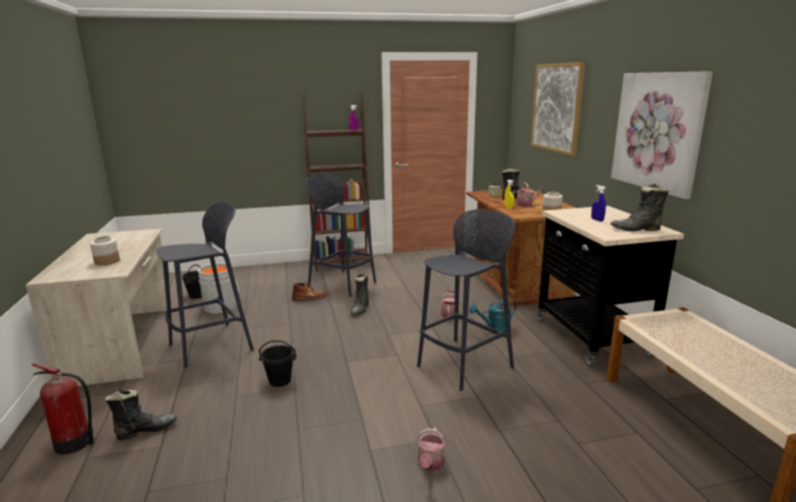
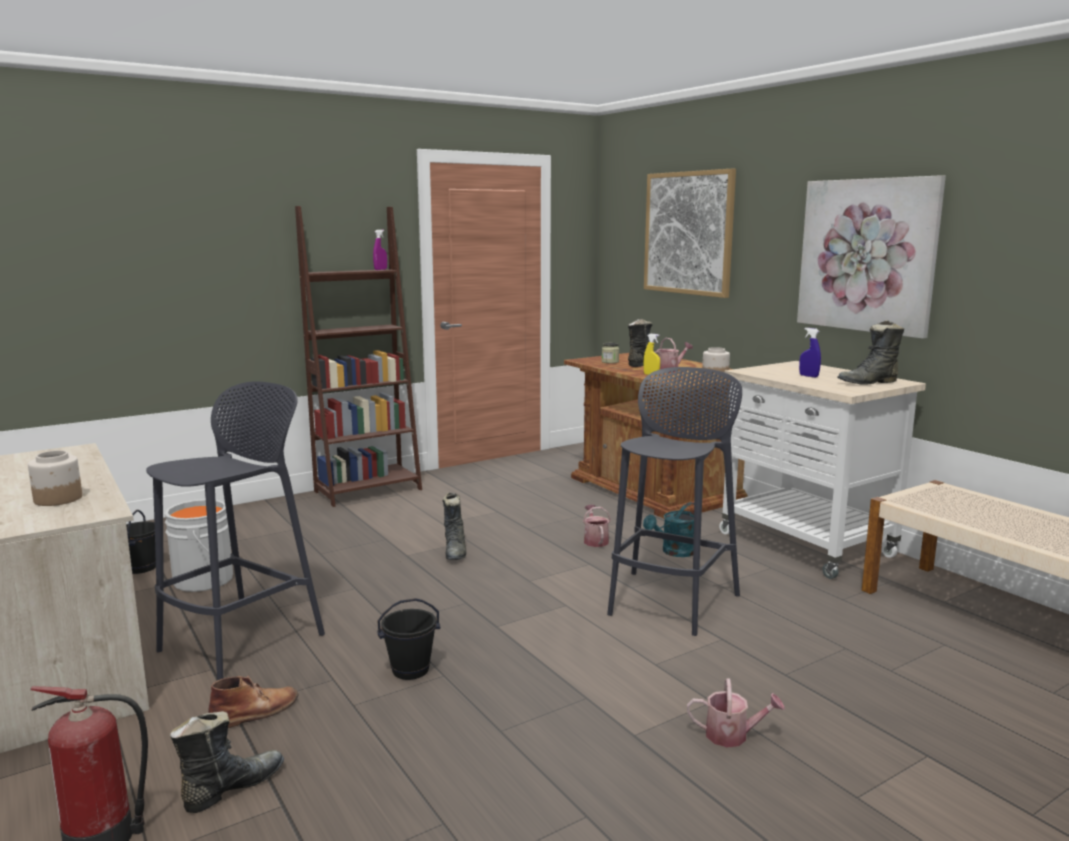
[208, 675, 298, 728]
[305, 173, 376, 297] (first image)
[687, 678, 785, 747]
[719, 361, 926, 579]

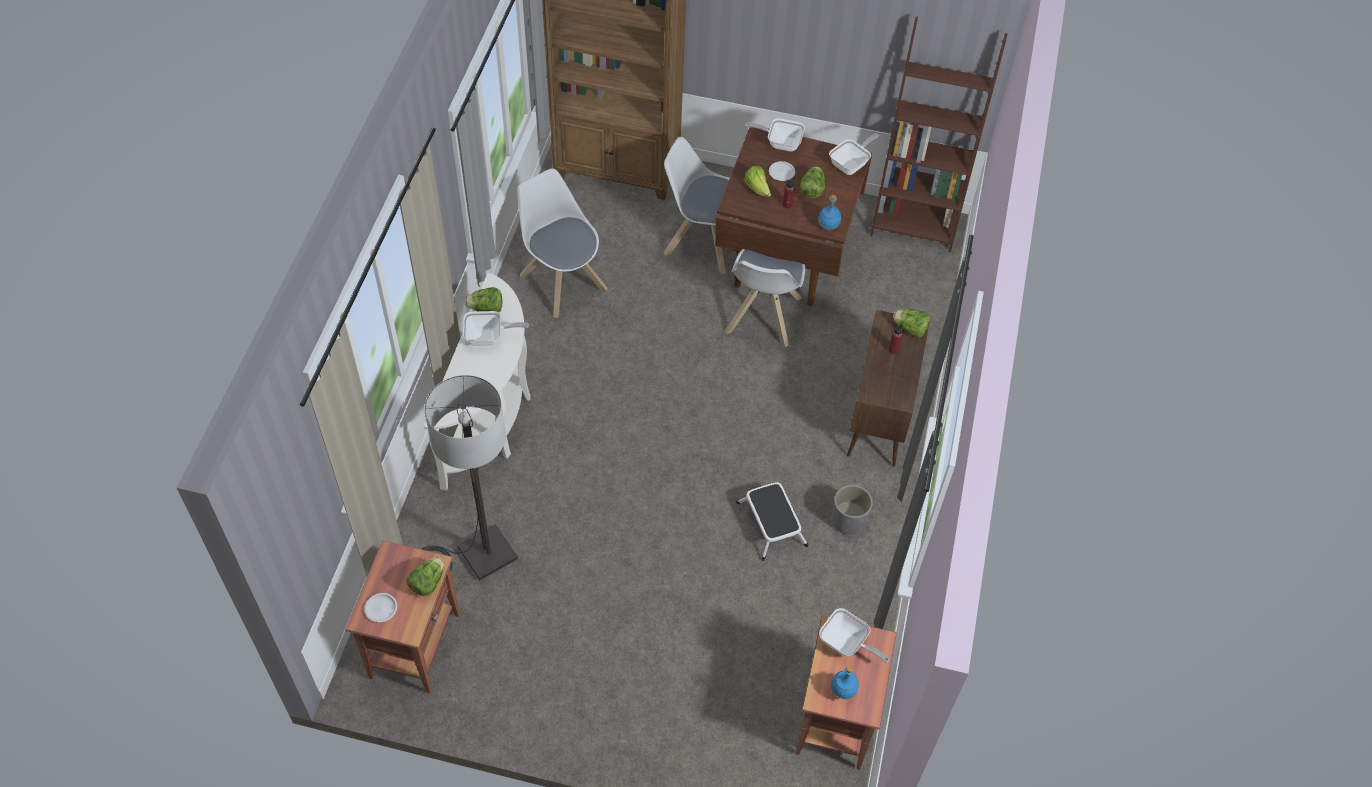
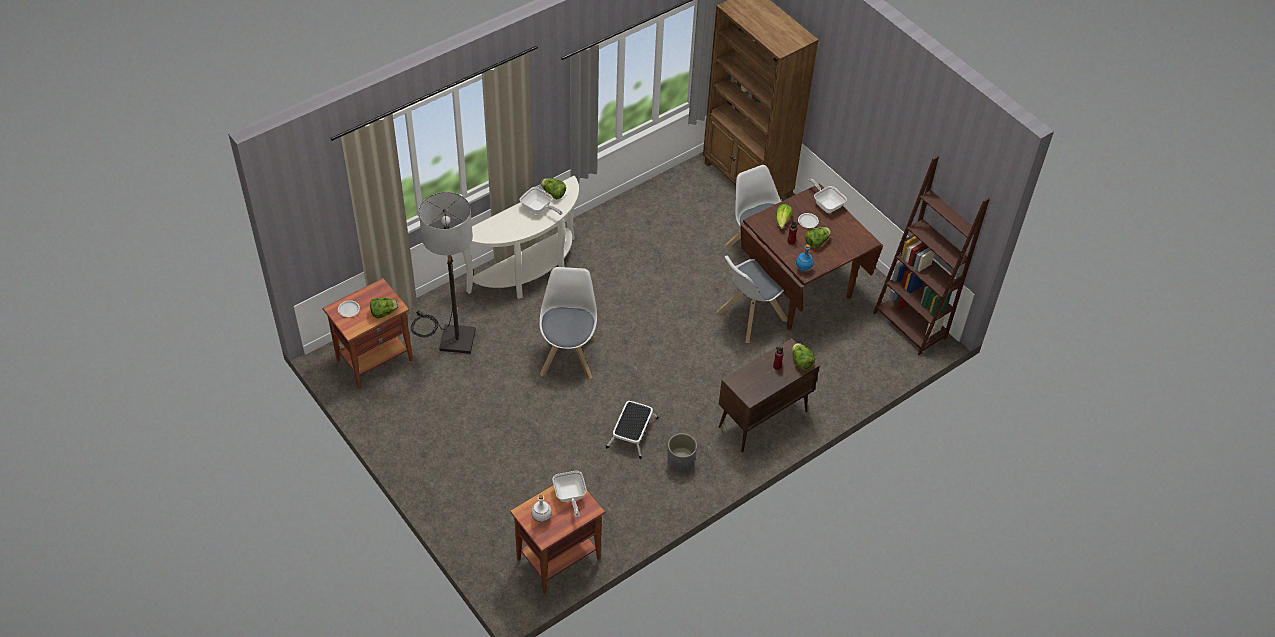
[539, 267, 597, 380]
[829, 133, 879, 175] (first image)
[531, 495, 552, 522]

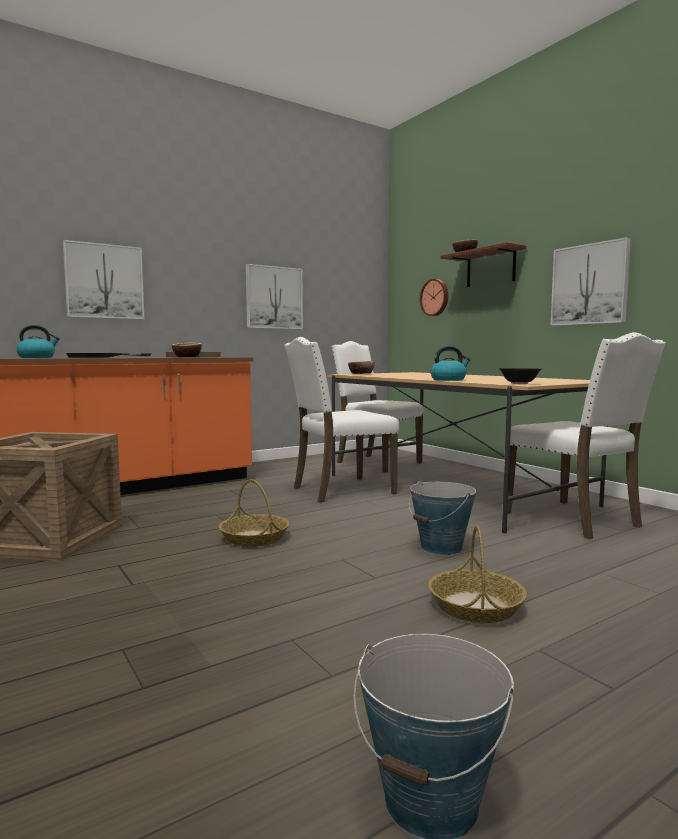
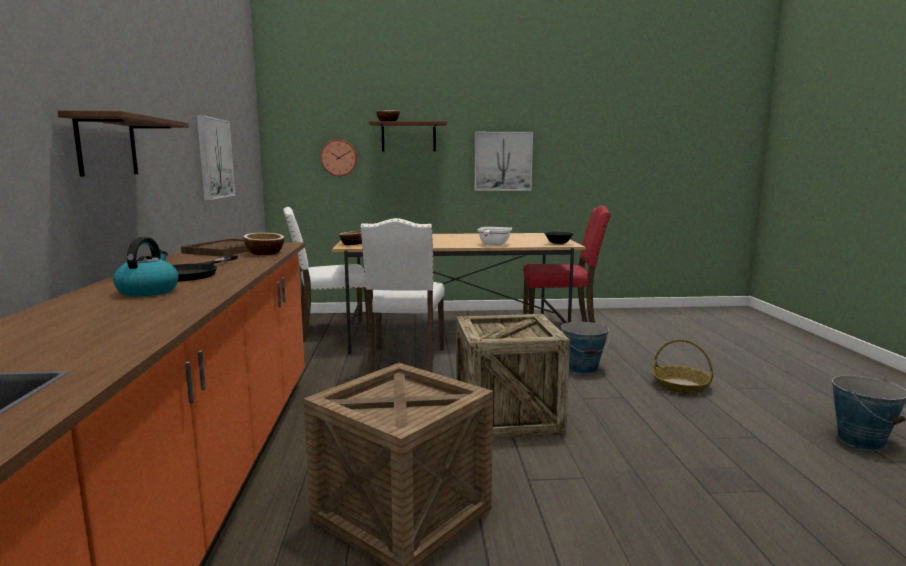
[58, 110, 189, 176]
[456, 314, 570, 438]
[477, 227, 512, 246]
[523, 205, 611, 323]

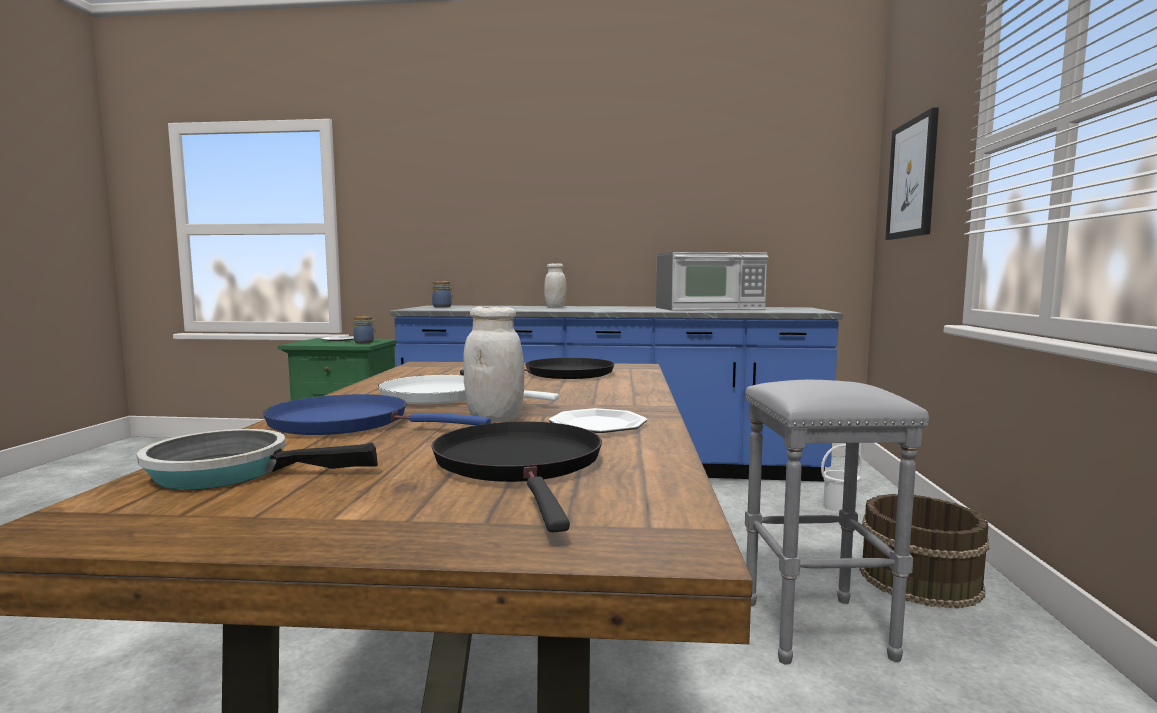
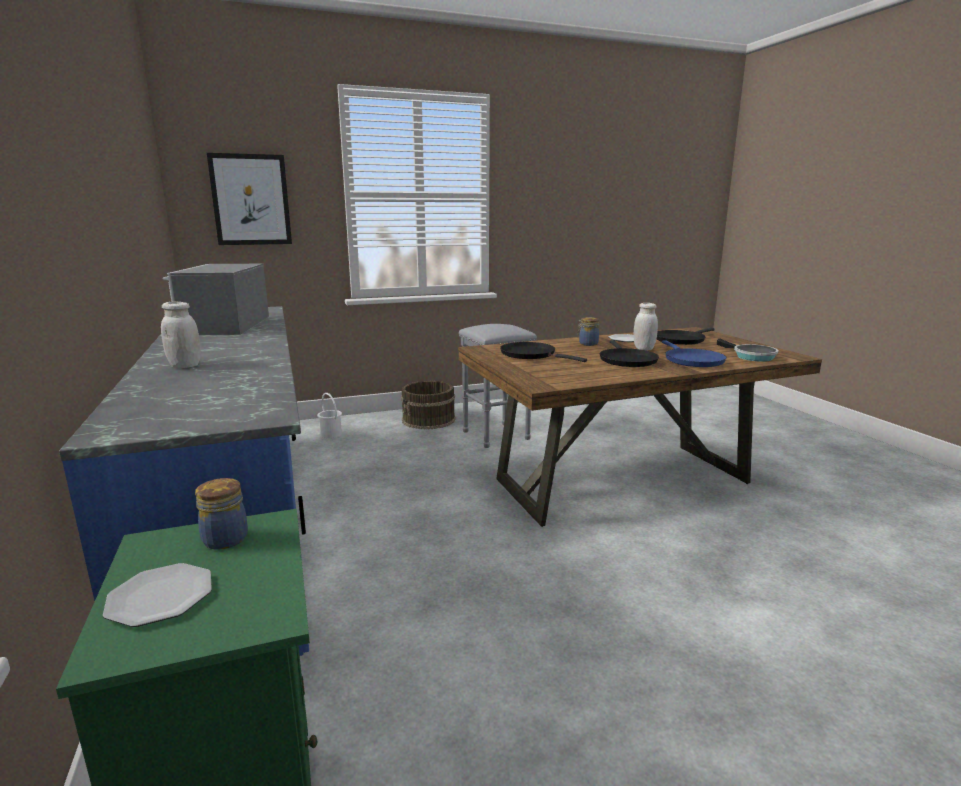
[600, 340, 659, 367]
[577, 317, 599, 346]
[162, 264, 269, 335]

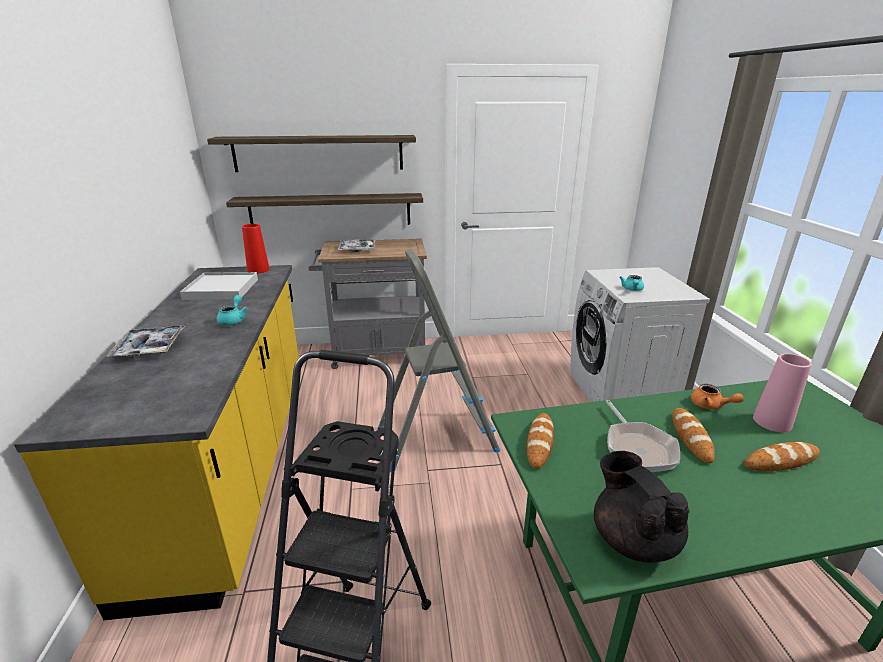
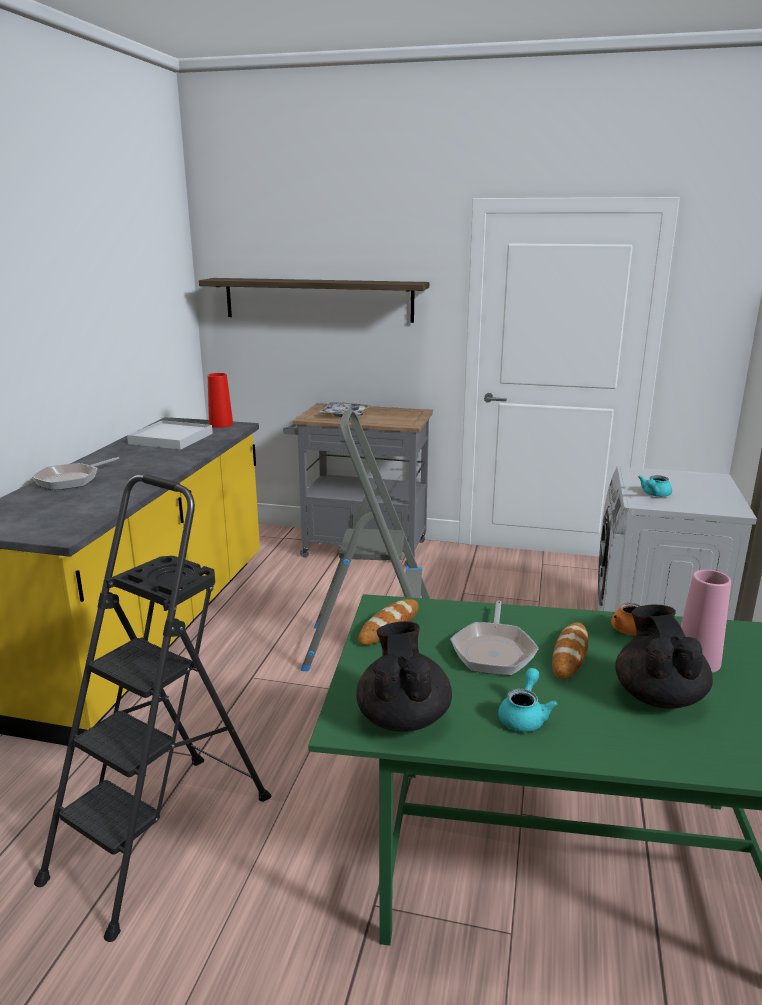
[32, 457, 120, 490]
[498, 668, 557, 732]
[226, 193, 423, 225] (first image)
[615, 604, 713, 709]

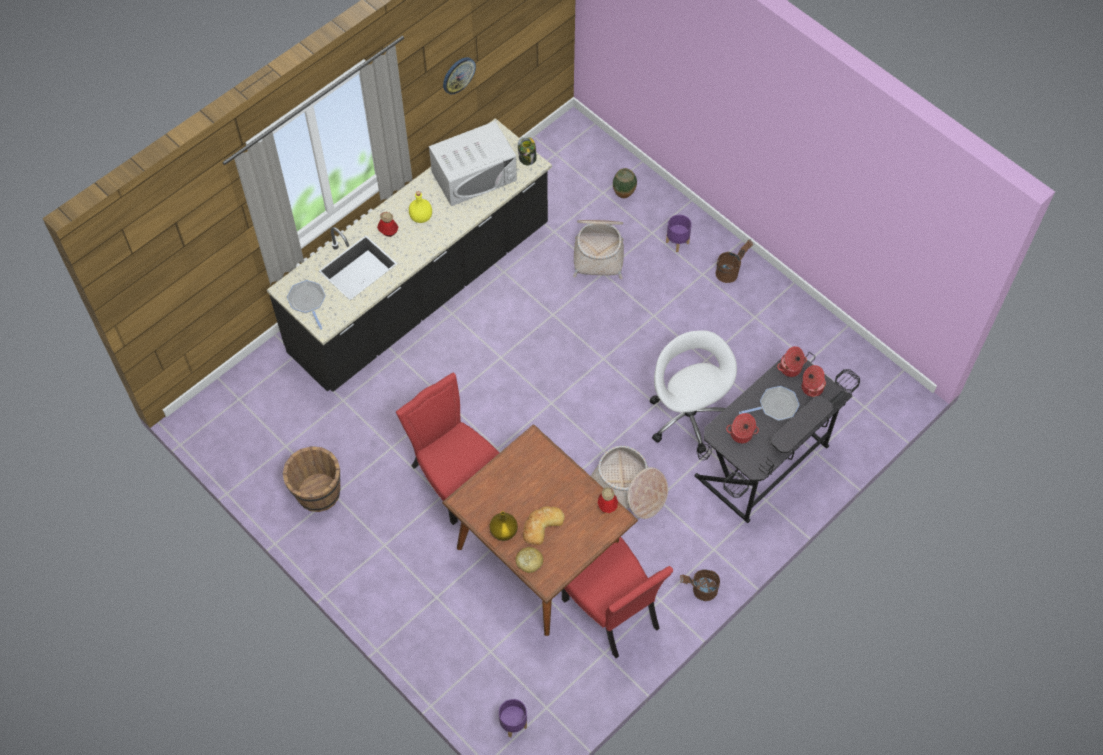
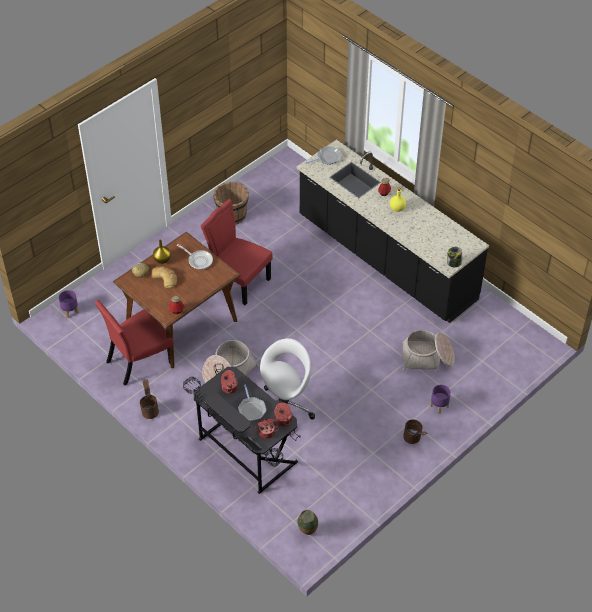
[201, 199, 273, 305]
[429, 121, 517, 206] (first image)
[443, 57, 476, 94] (first image)
[297, 510, 318, 535]
[177, 244, 213, 269]

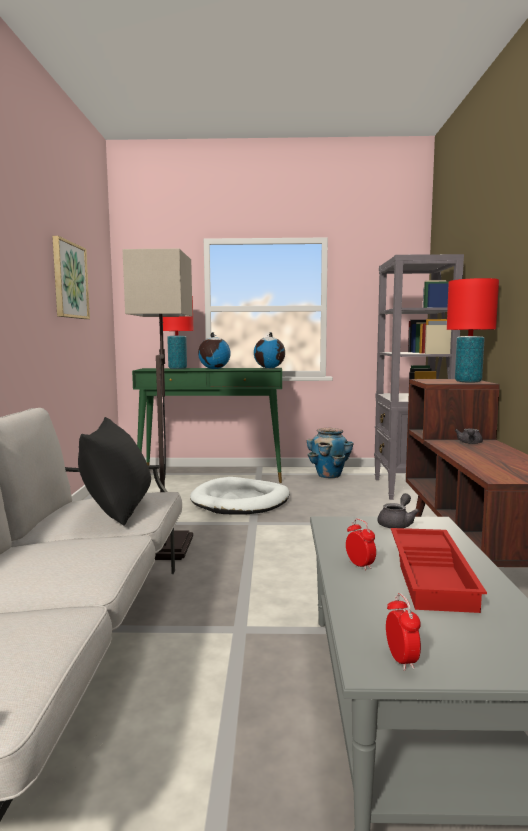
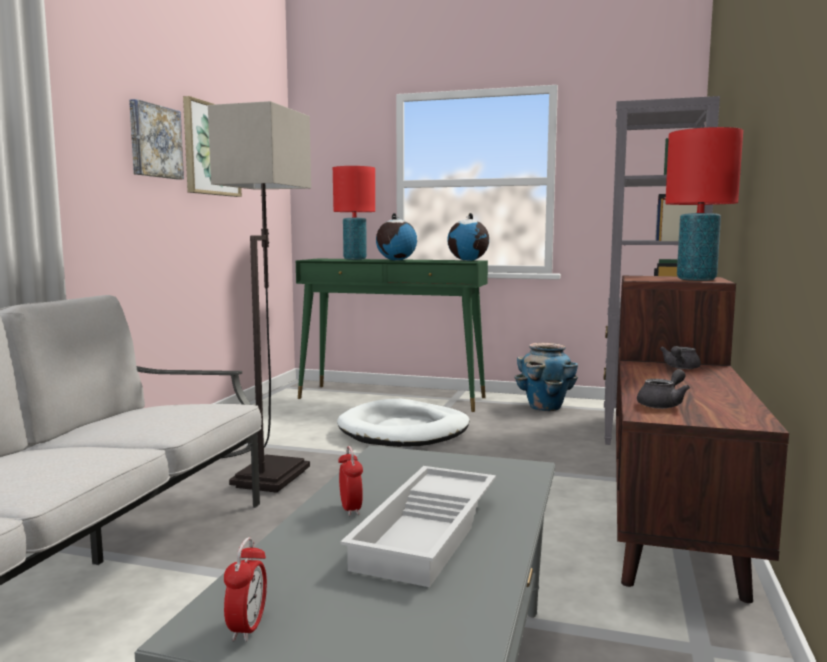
[78, 417, 151, 526] (first image)
[637, 369, 690, 409]
[340, 466, 496, 587]
[129, 99, 184, 180]

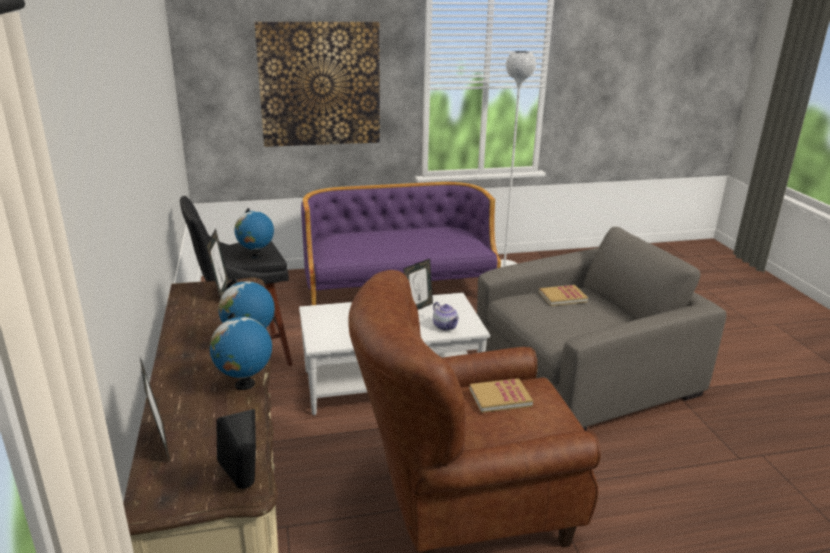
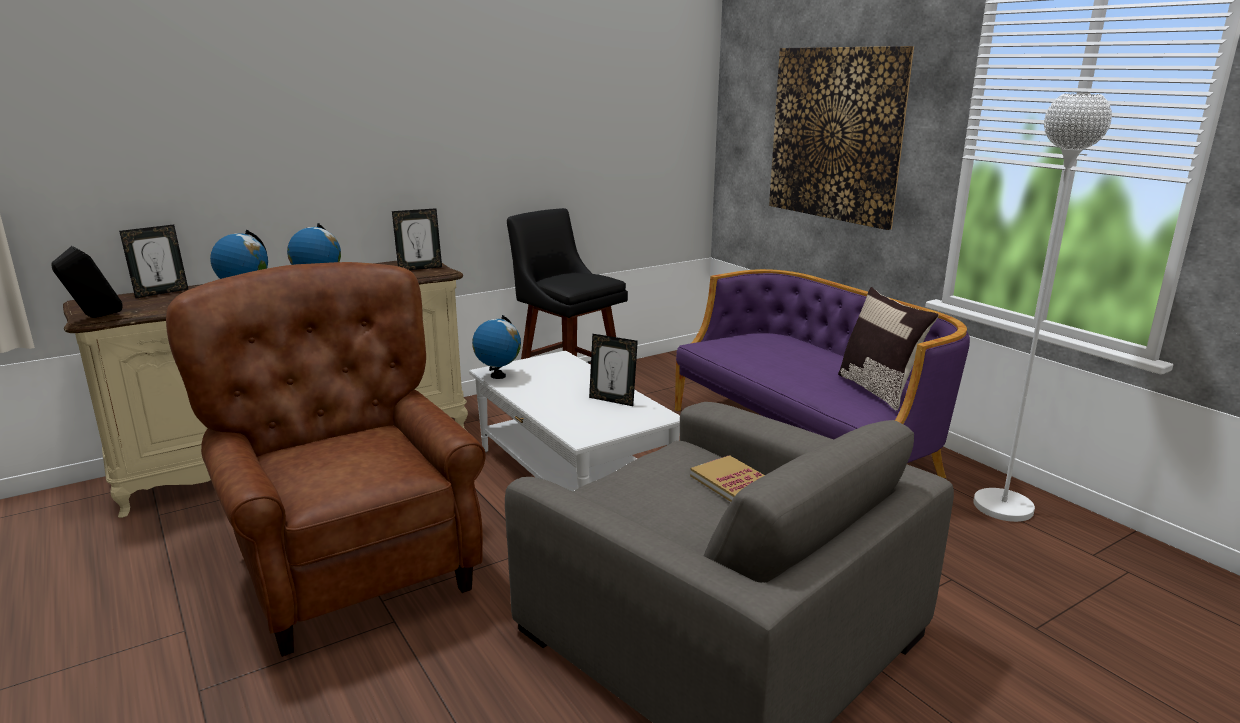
[472, 315, 521, 379]
[433, 302, 459, 331] (first image)
[469, 378, 533, 413] (first image)
[838, 287, 939, 411]

